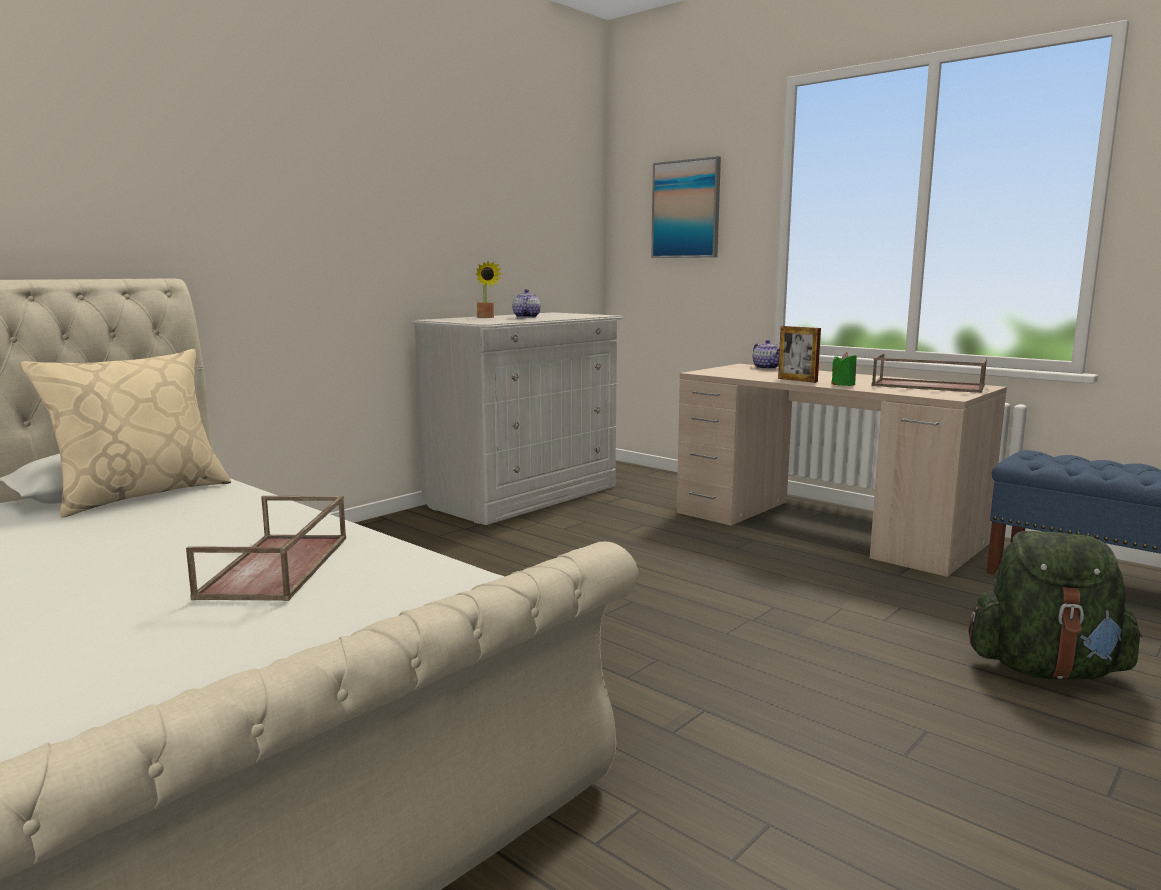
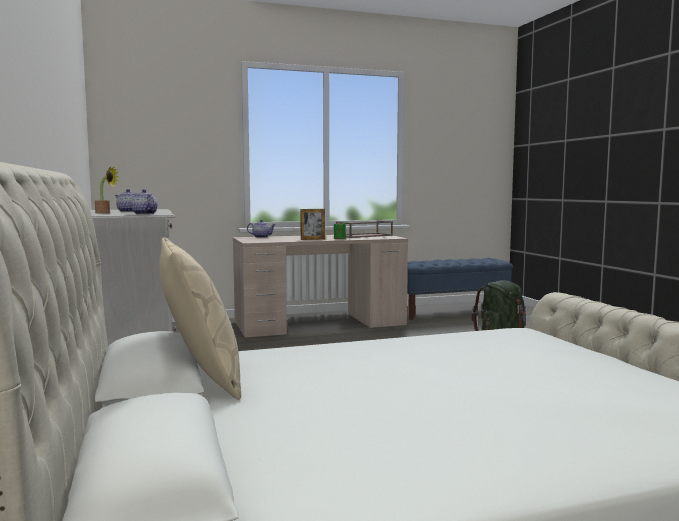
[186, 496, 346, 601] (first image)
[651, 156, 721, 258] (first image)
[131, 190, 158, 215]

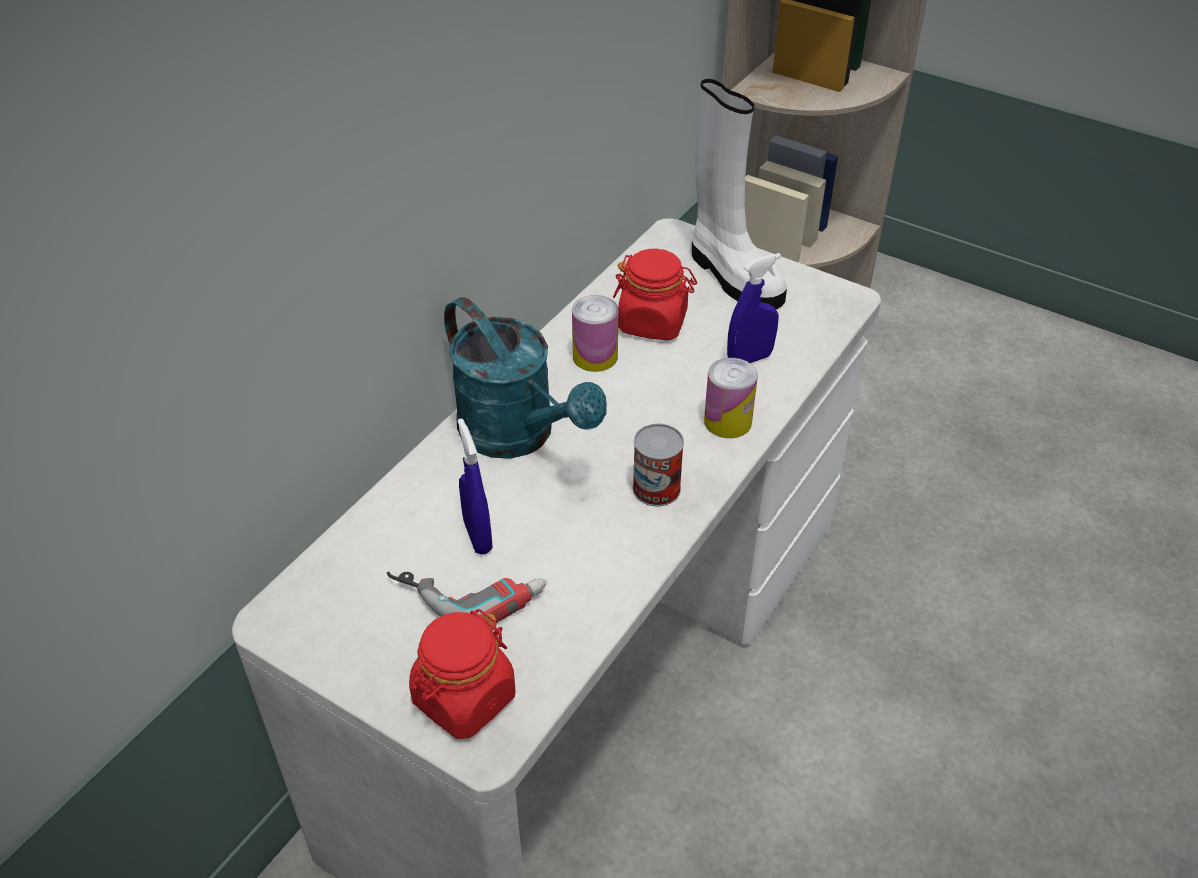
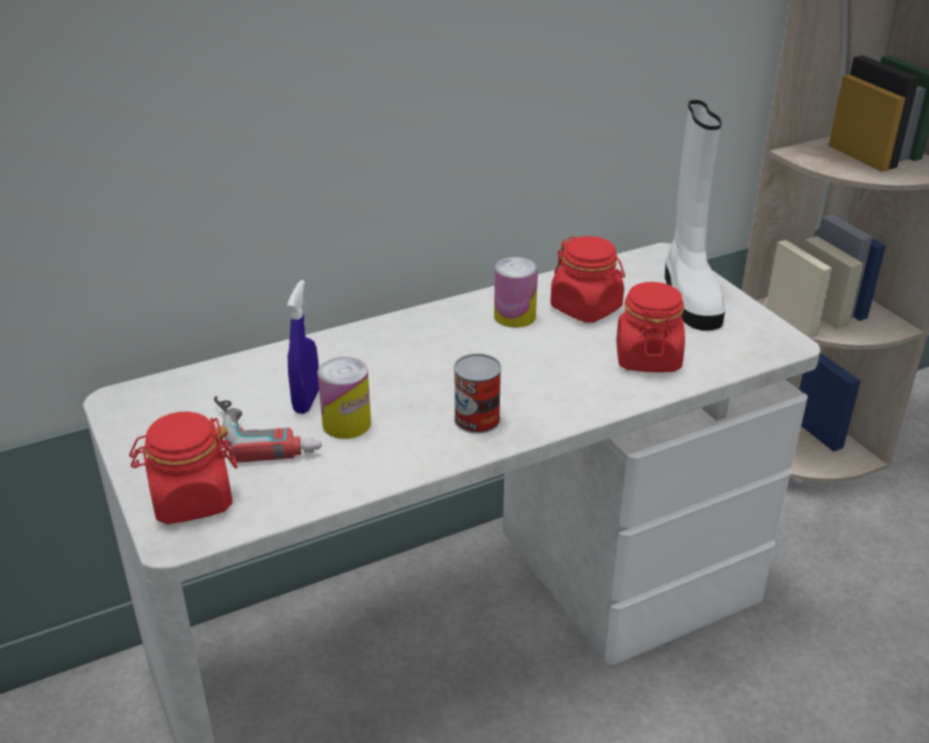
[444, 297, 607, 459] (first image)
[317, 357, 371, 439]
[616, 282, 685, 372]

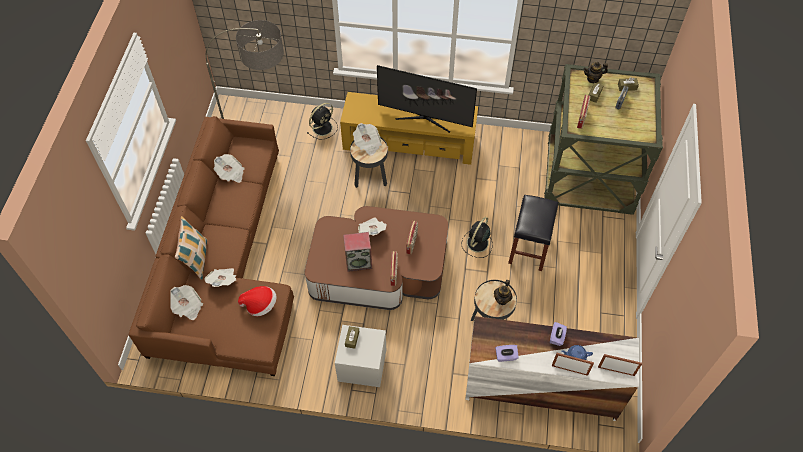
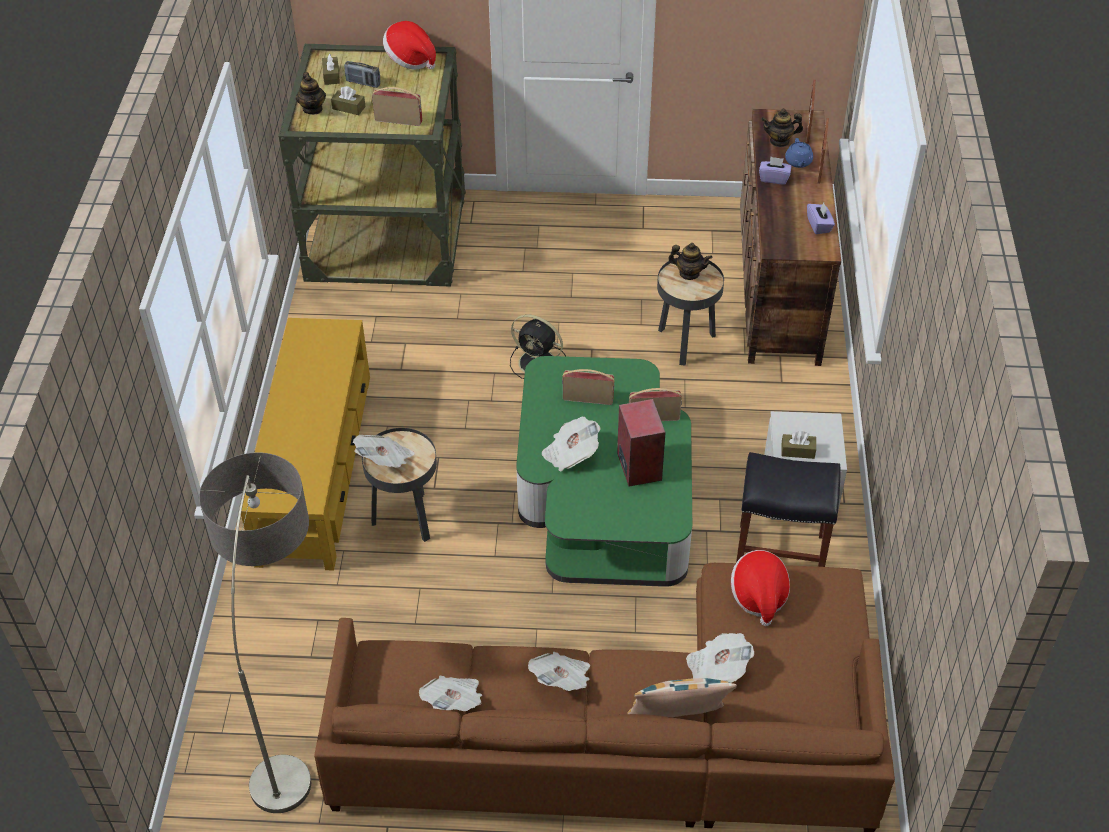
[528, 652, 590, 691]
[516, 356, 692, 587]
[308, 103, 338, 139] (first image)
[377, 65, 477, 133] (first image)
[740, 109, 841, 366]
[736, 452, 840, 567]
[383, 21, 436, 70]
[761, 109, 803, 147]

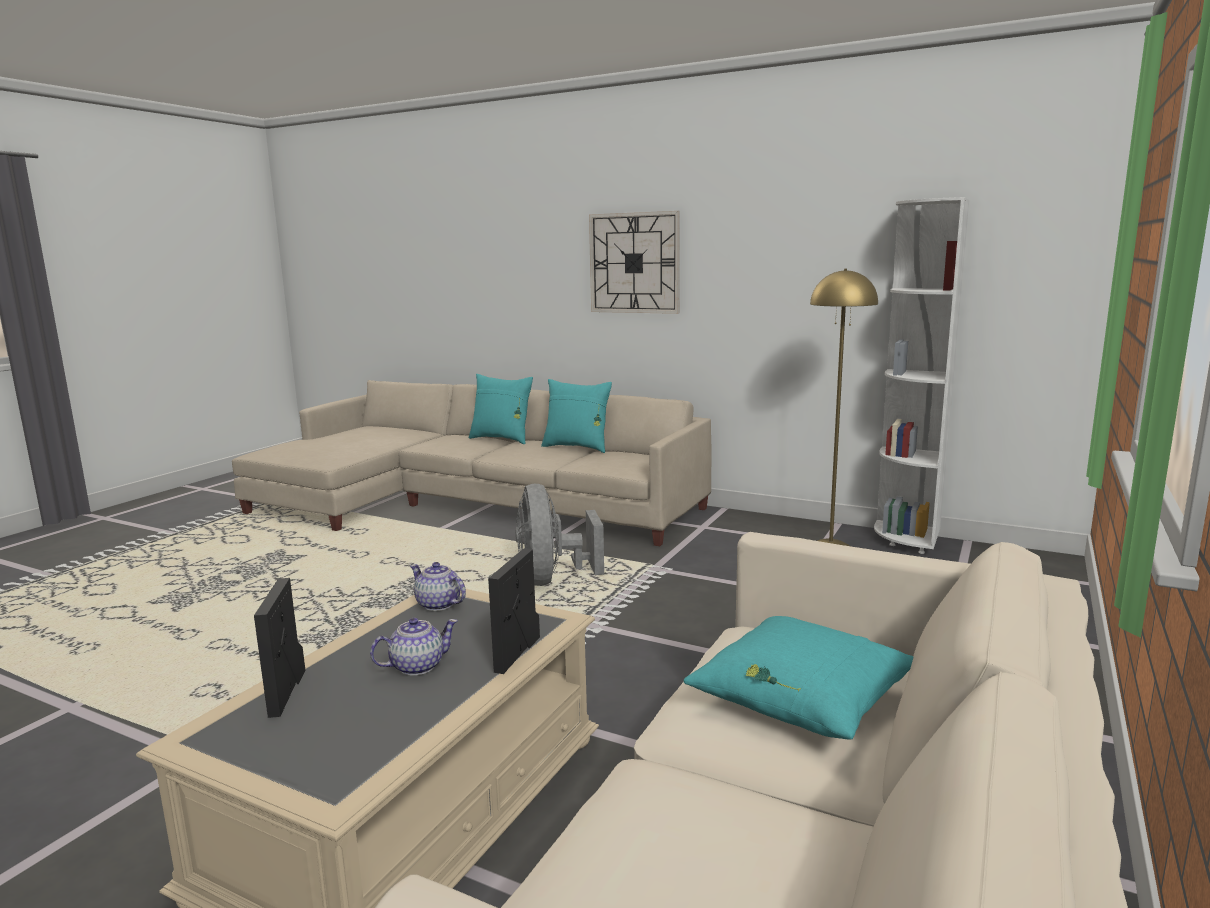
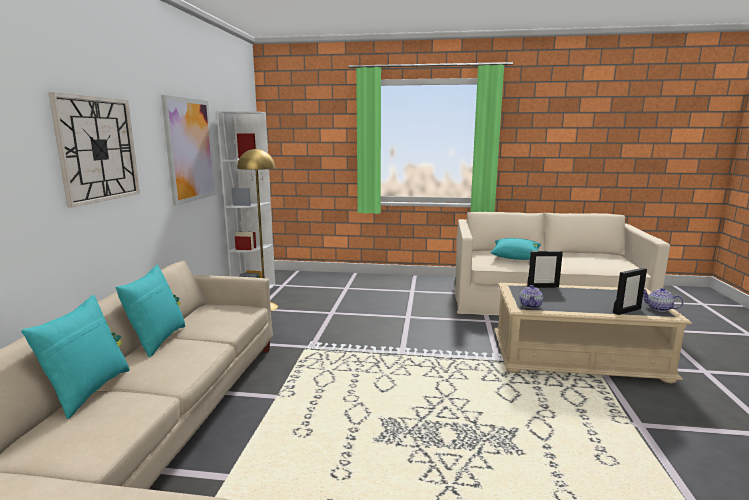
[644, 288, 684, 312]
[515, 484, 604, 586] (first image)
[161, 95, 216, 206]

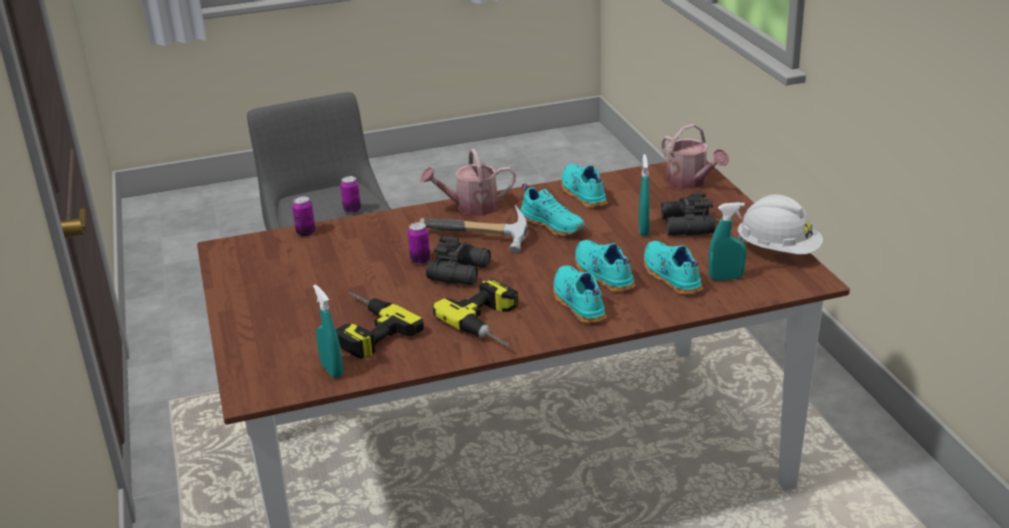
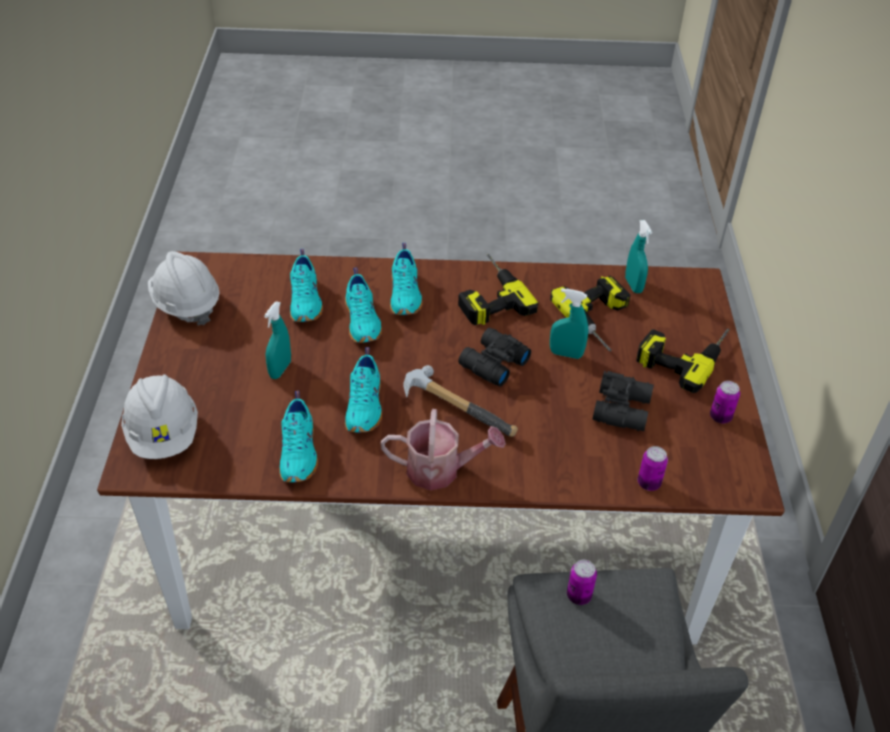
[710, 381, 740, 423]
[345, 347, 382, 432]
[121, 374, 198, 459]
[592, 371, 654, 431]
[550, 288, 588, 359]
[637, 329, 730, 393]

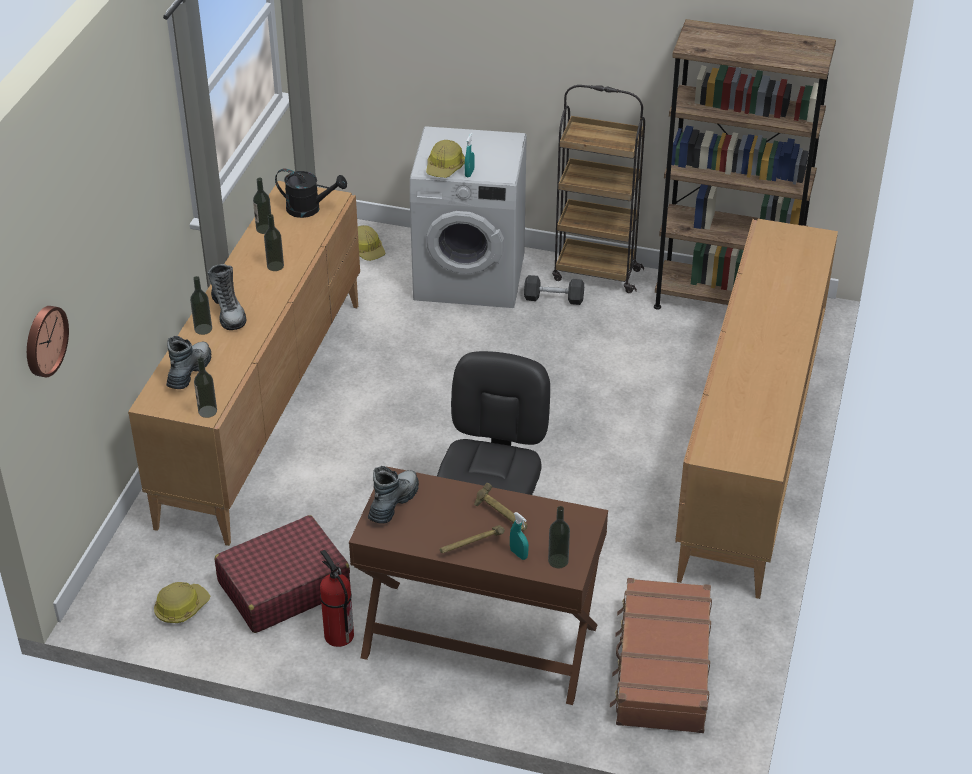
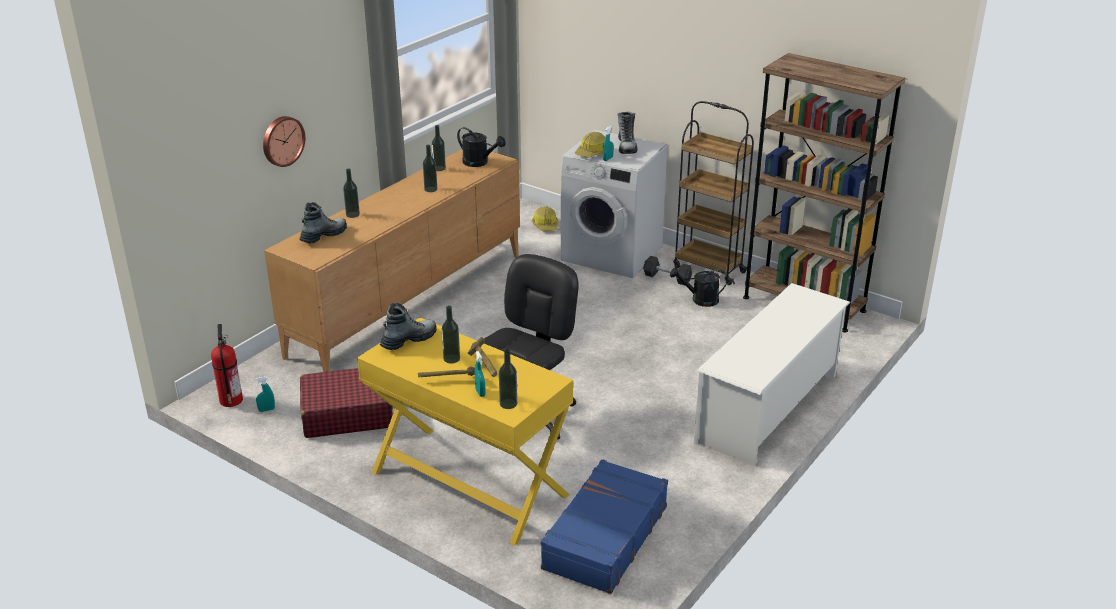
[263, 116, 305, 167]
[255, 377, 275, 412]
[442, 306, 460, 364]
[618, 112, 637, 154]
[211, 324, 243, 407]
[357, 318, 573, 546]
[541, 459, 668, 594]
[694, 283, 850, 466]
[670, 267, 727, 307]

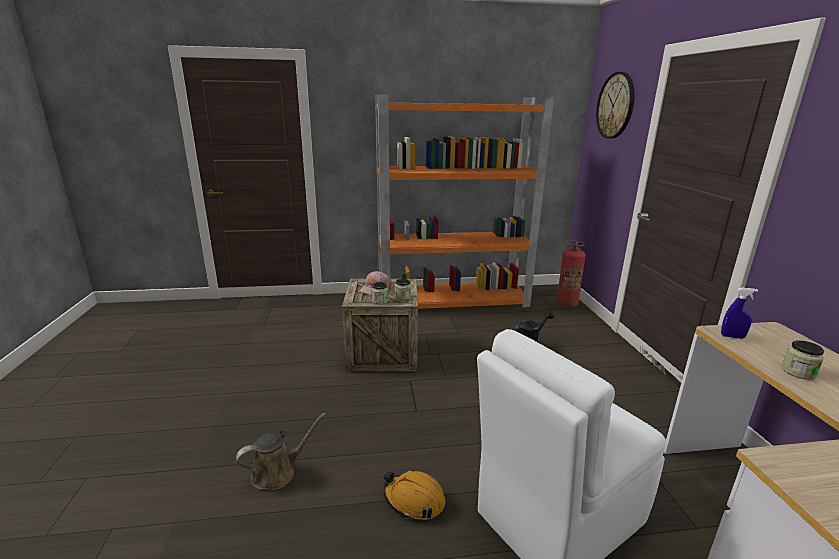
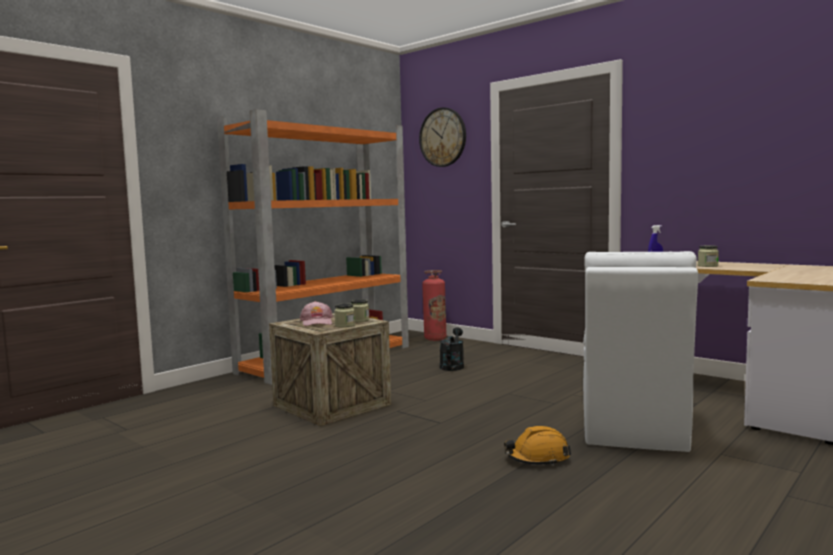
[236, 413, 326, 490] (first image)

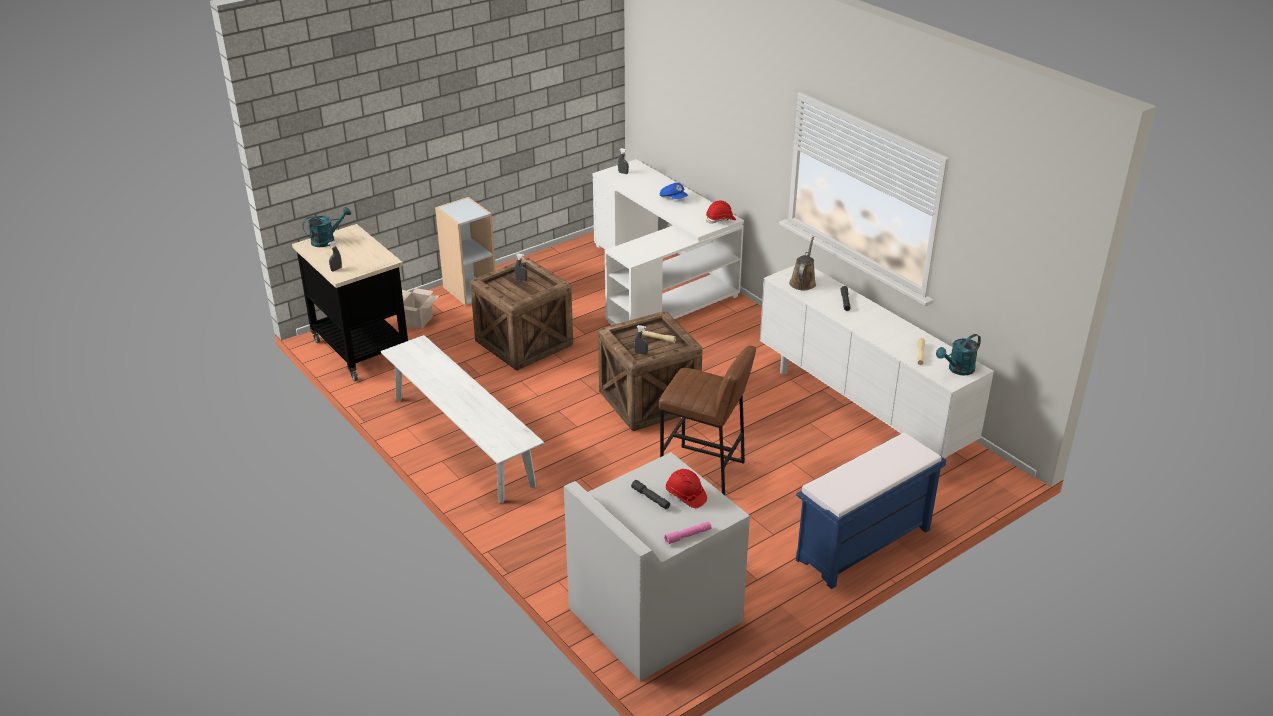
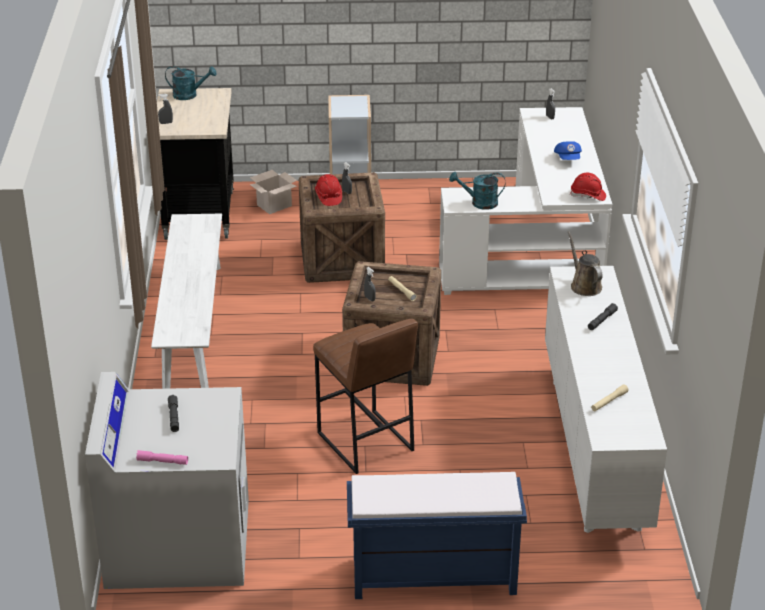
[315, 174, 342, 206]
[568, 231, 603, 296]
[449, 172, 506, 210]

